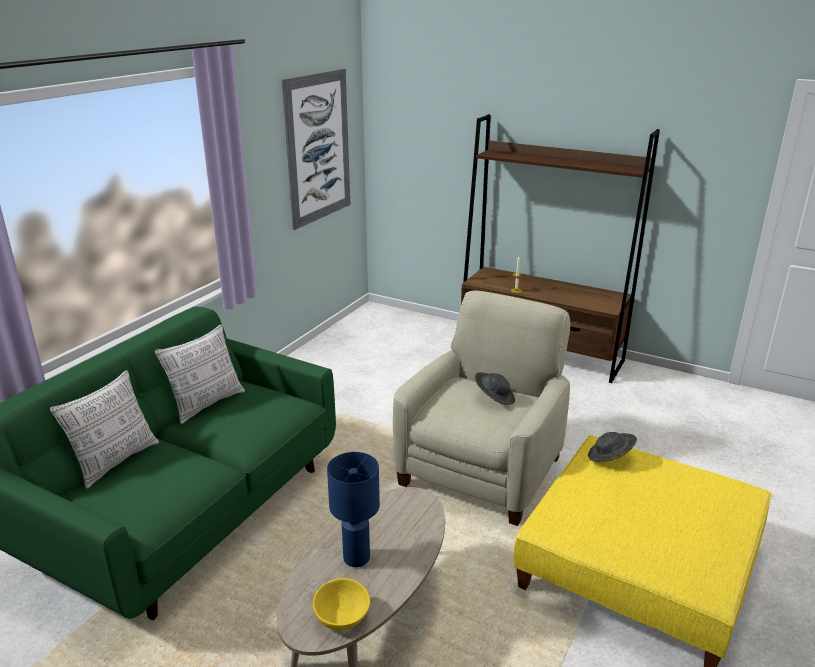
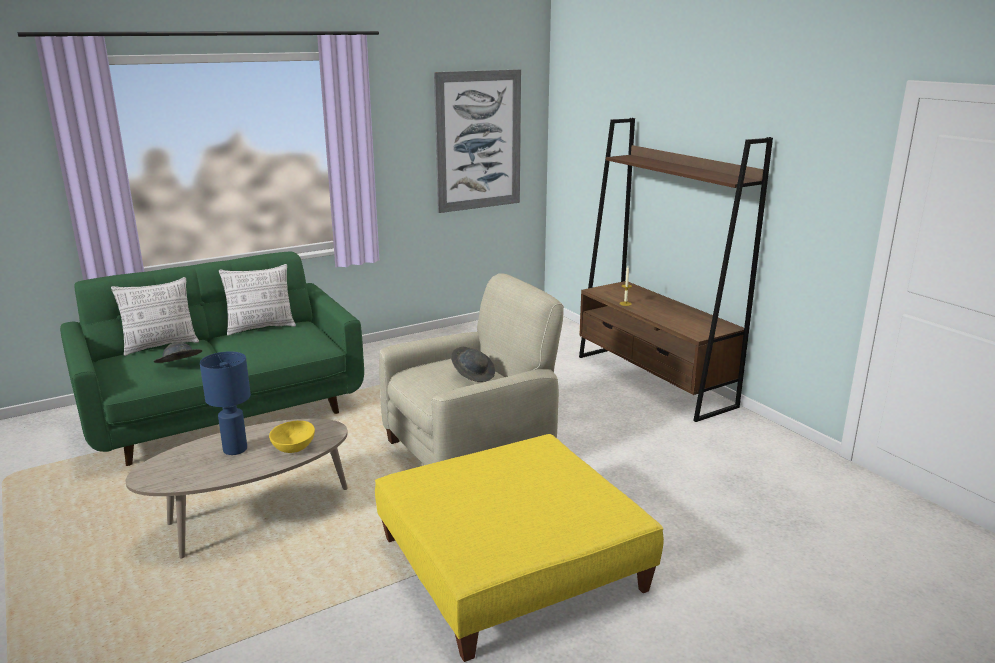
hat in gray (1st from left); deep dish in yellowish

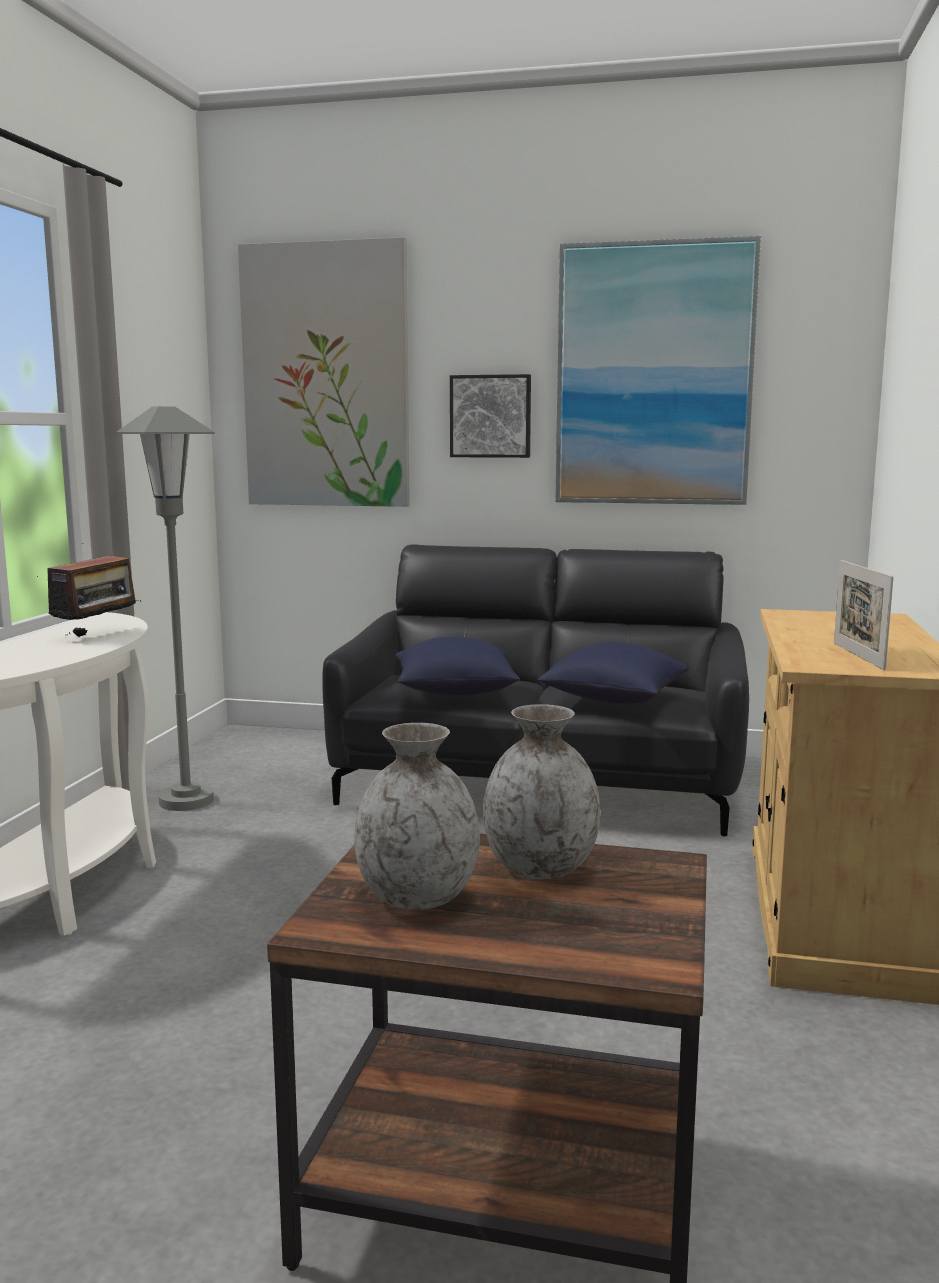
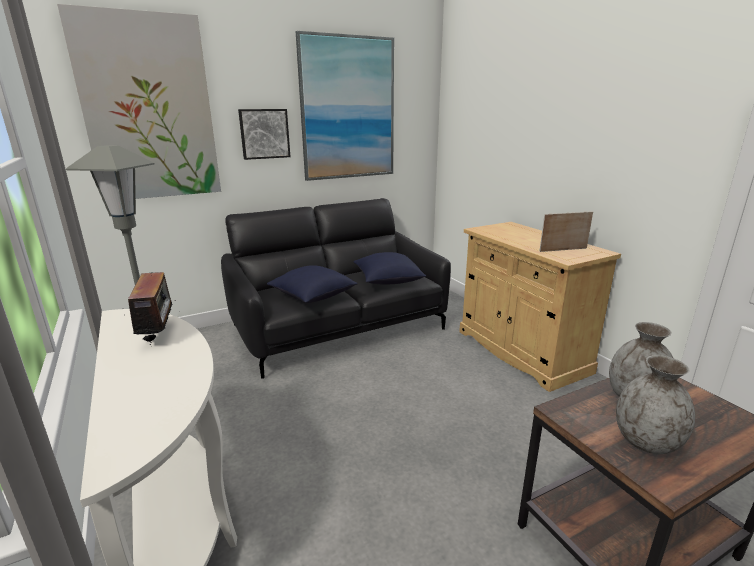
photo frame

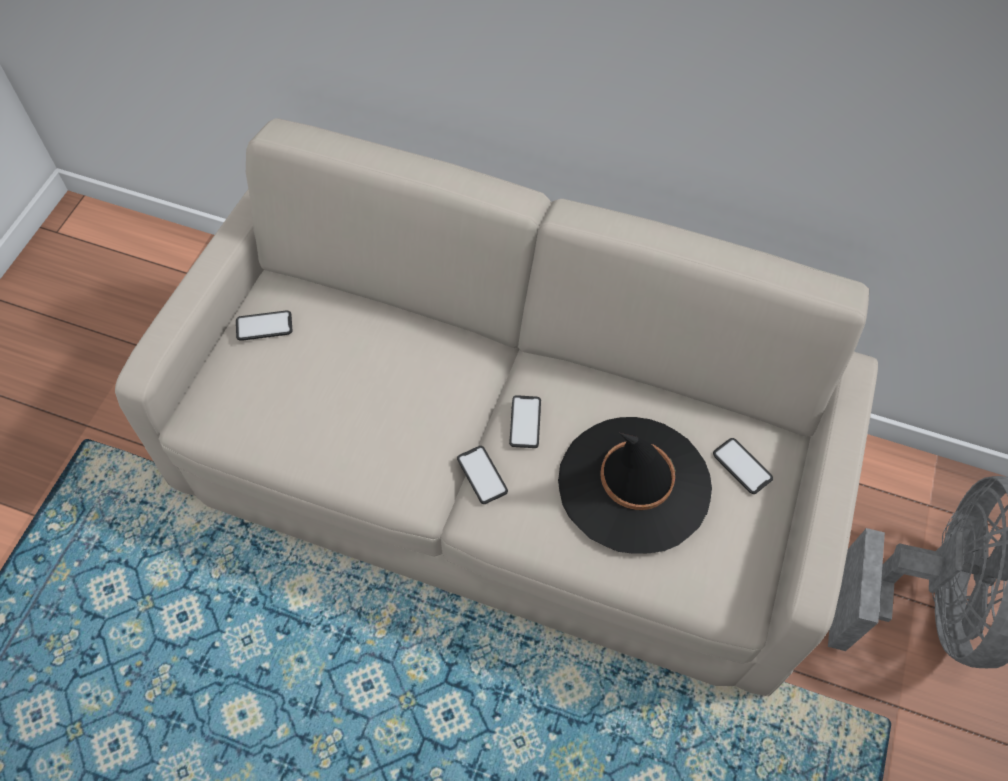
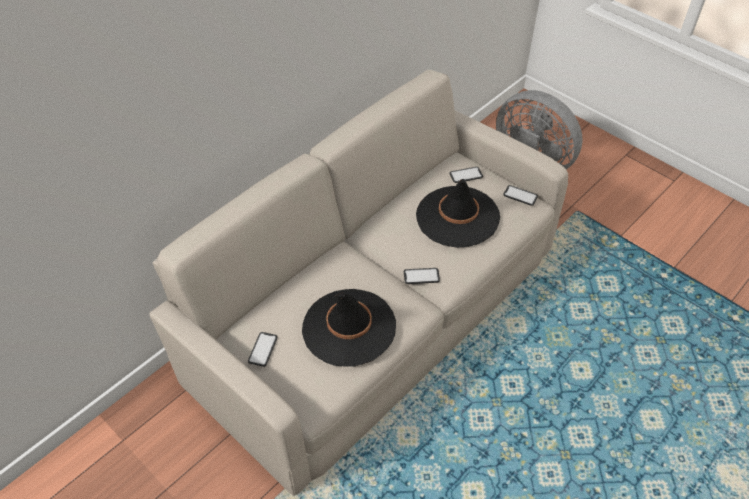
hat in black (1st from left); telephone (4th from left)

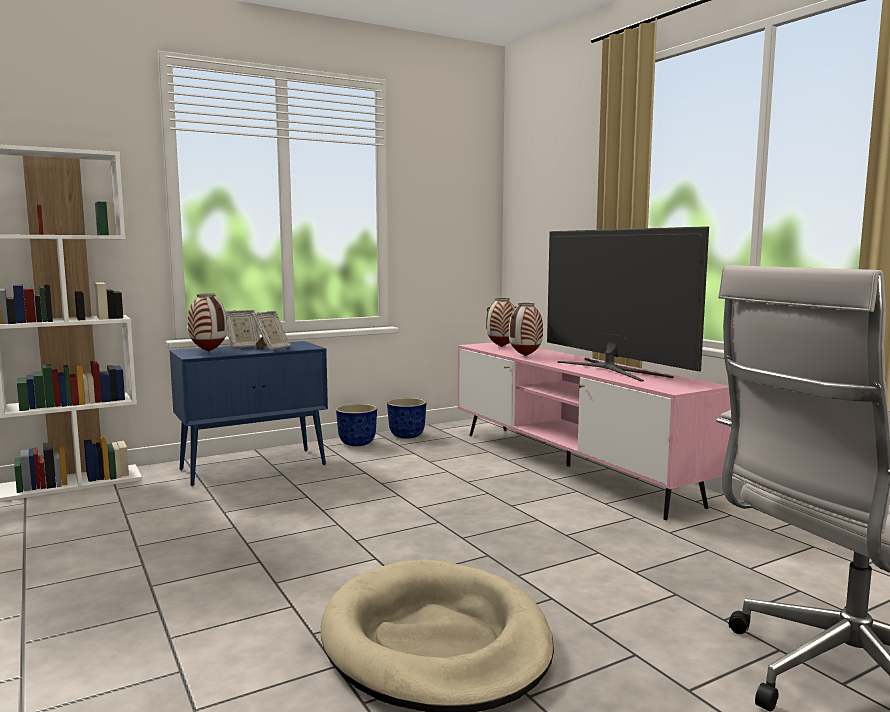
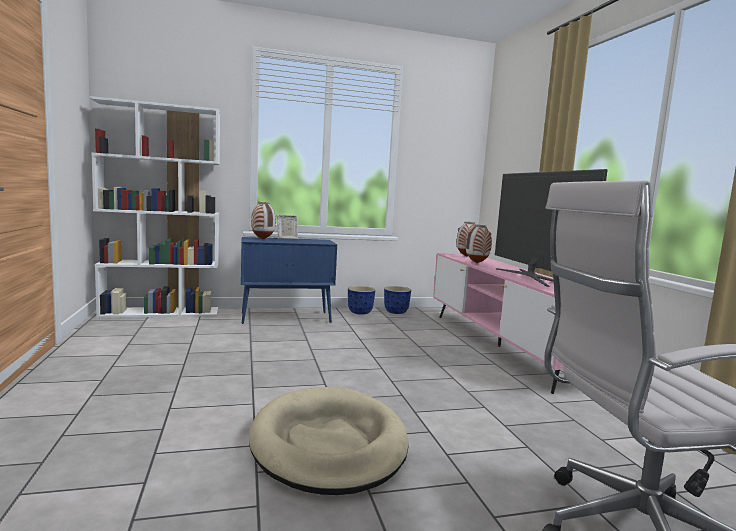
photo frame (2nd from left in the first image)

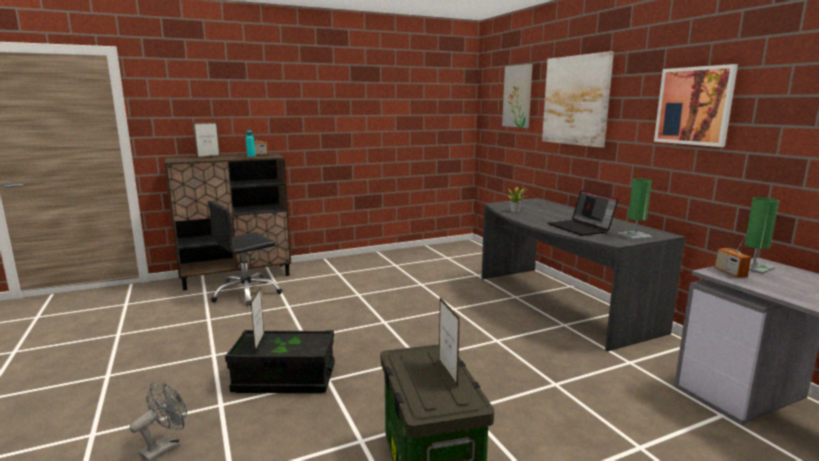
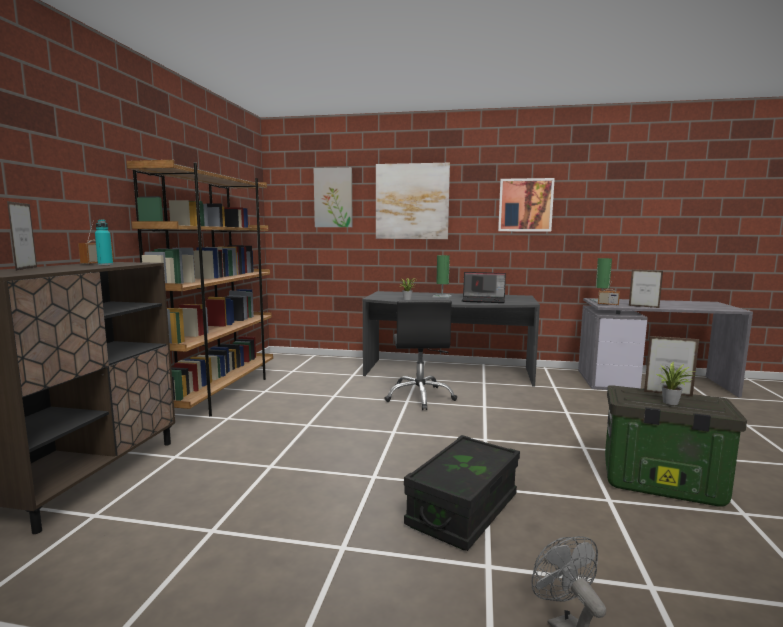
bookcase in brown; desk chair in black; lamp for a table in green (1st from left); photo frame (2nd from left); potted plant (2nd from left)

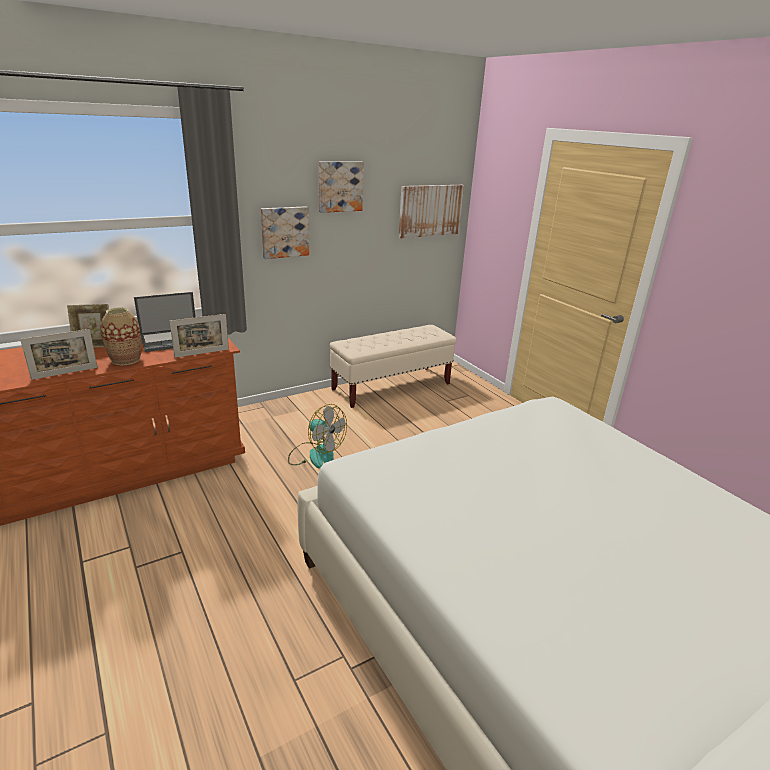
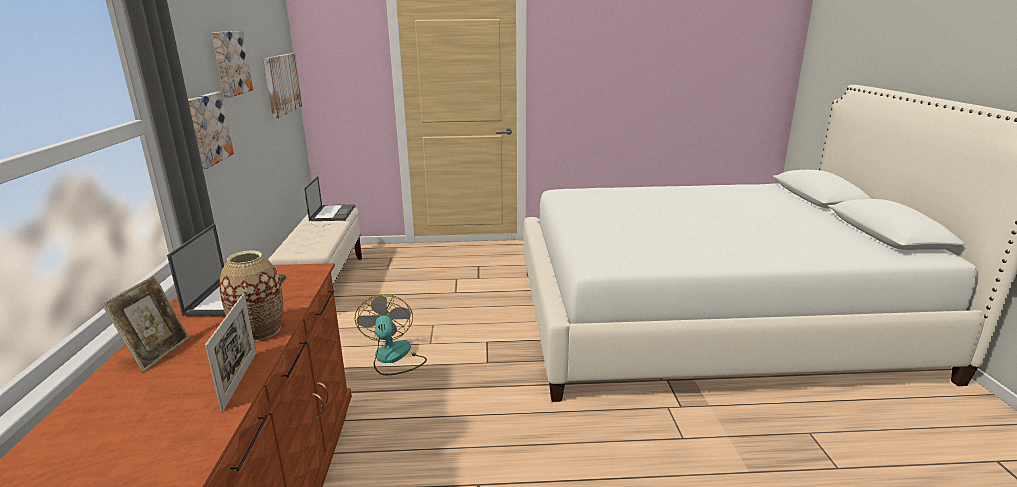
portable computer (2nd from left); electric fan; photo frame (3rd from left in the first image)

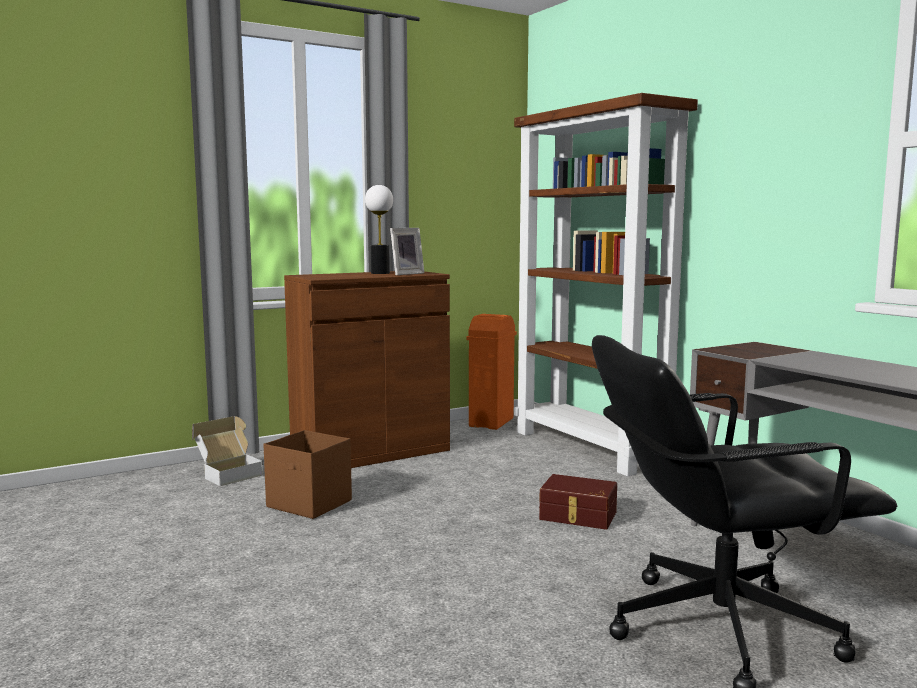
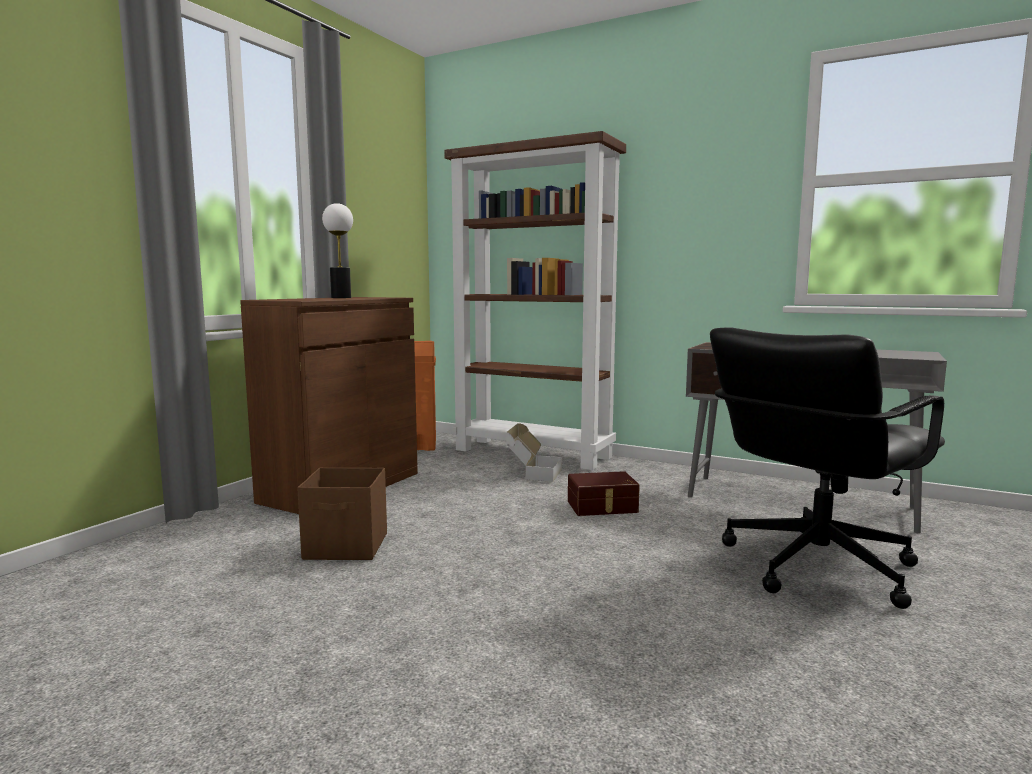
cardboard box; photo frame

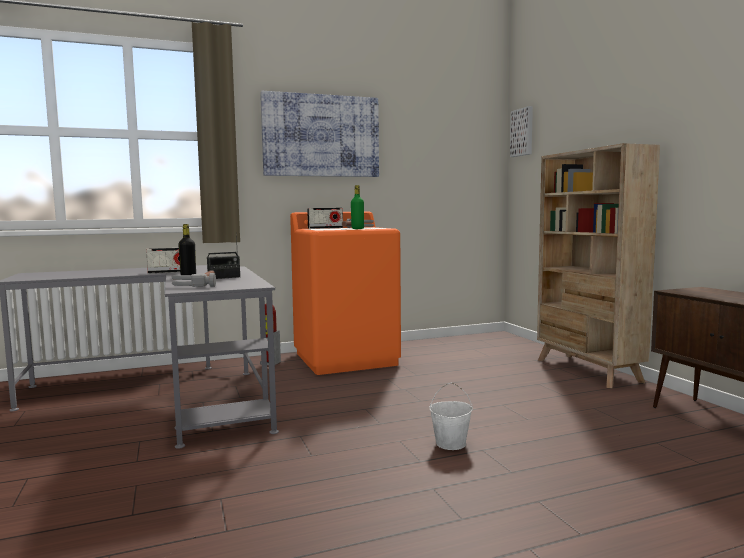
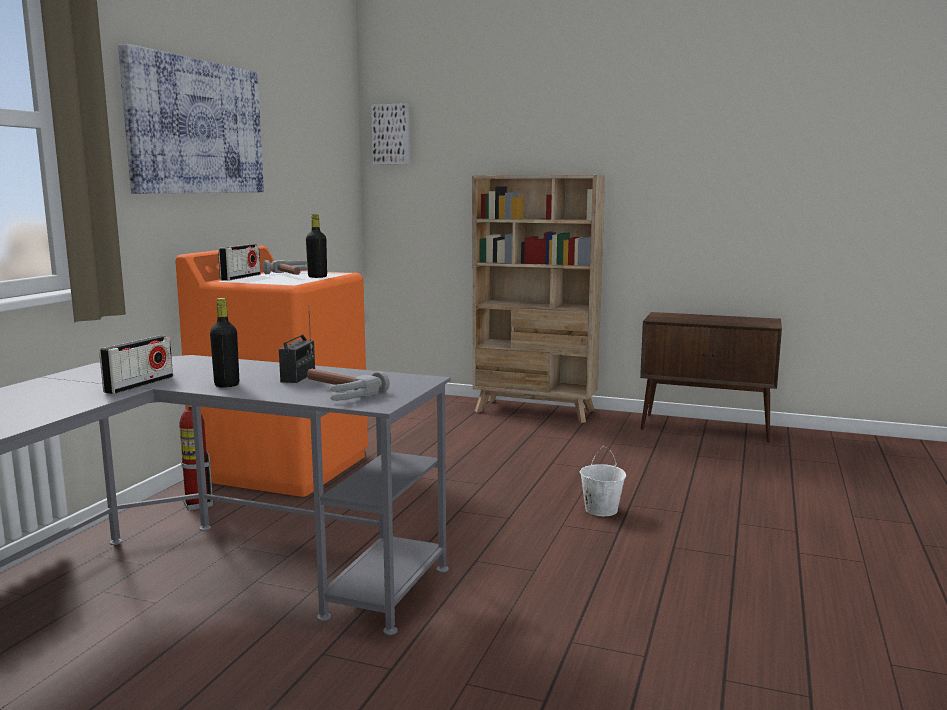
bottle in black (2nd from left)

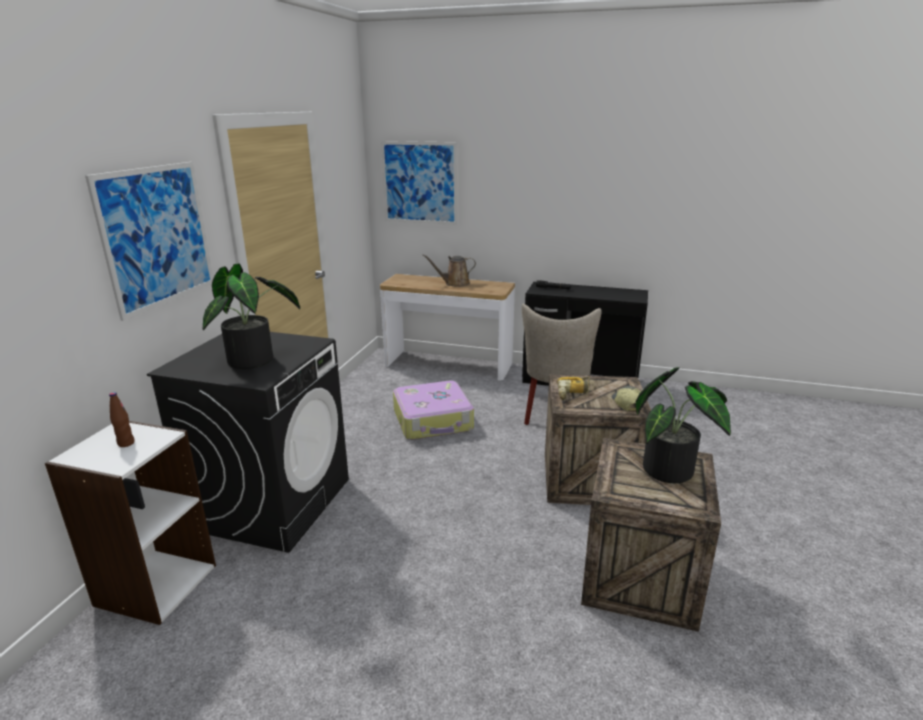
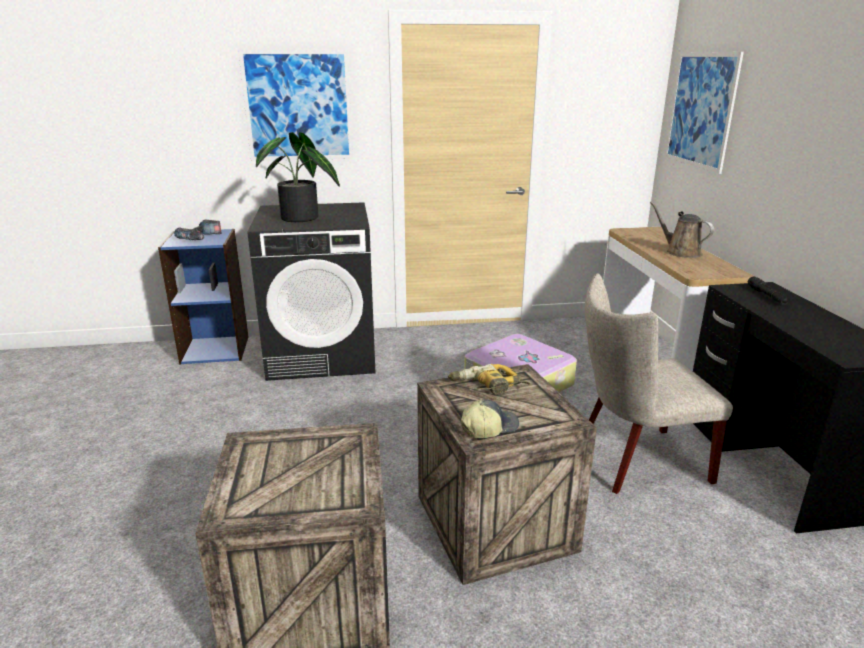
bookcase in bluish; electric drill (1st from left); potted plant (2nd from left in the first image)

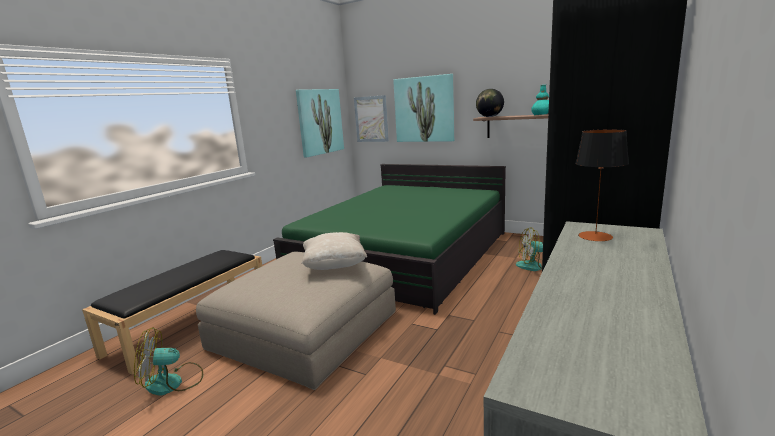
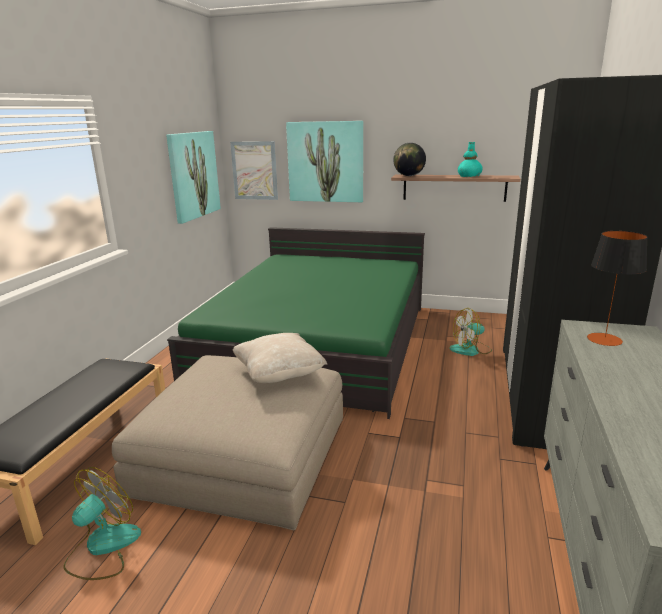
electric fan (1st from left)

